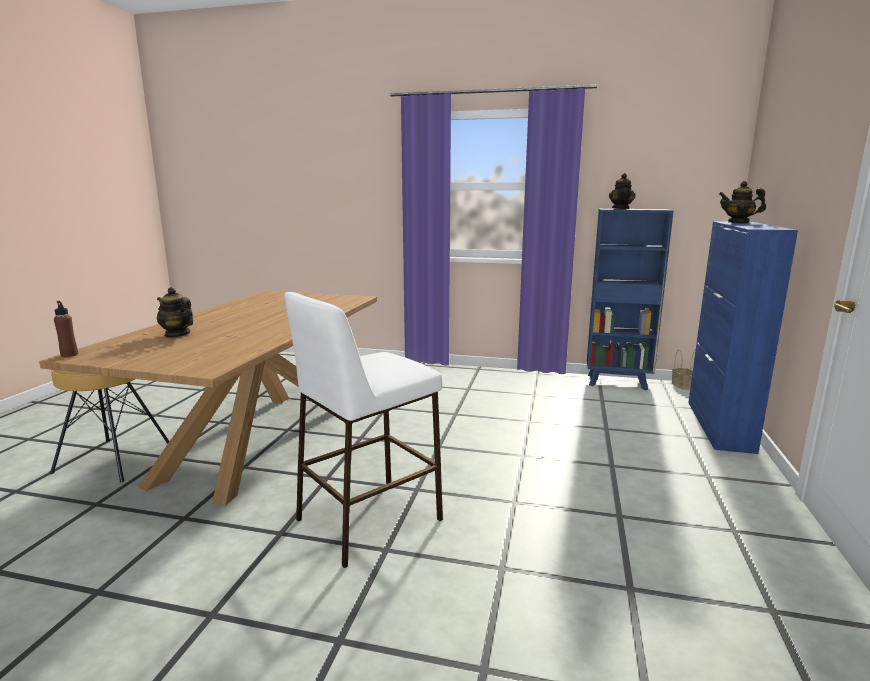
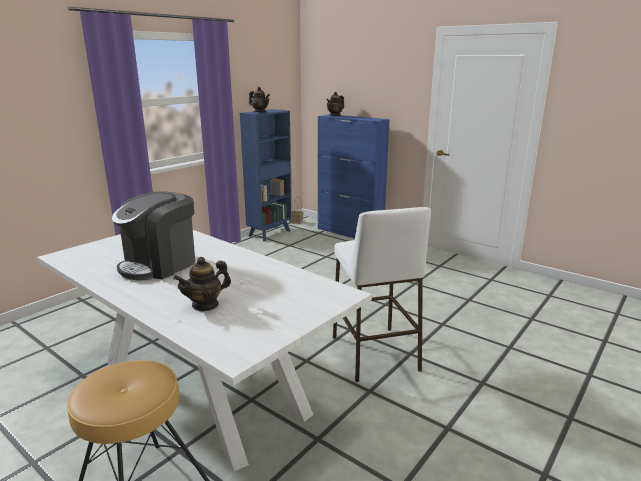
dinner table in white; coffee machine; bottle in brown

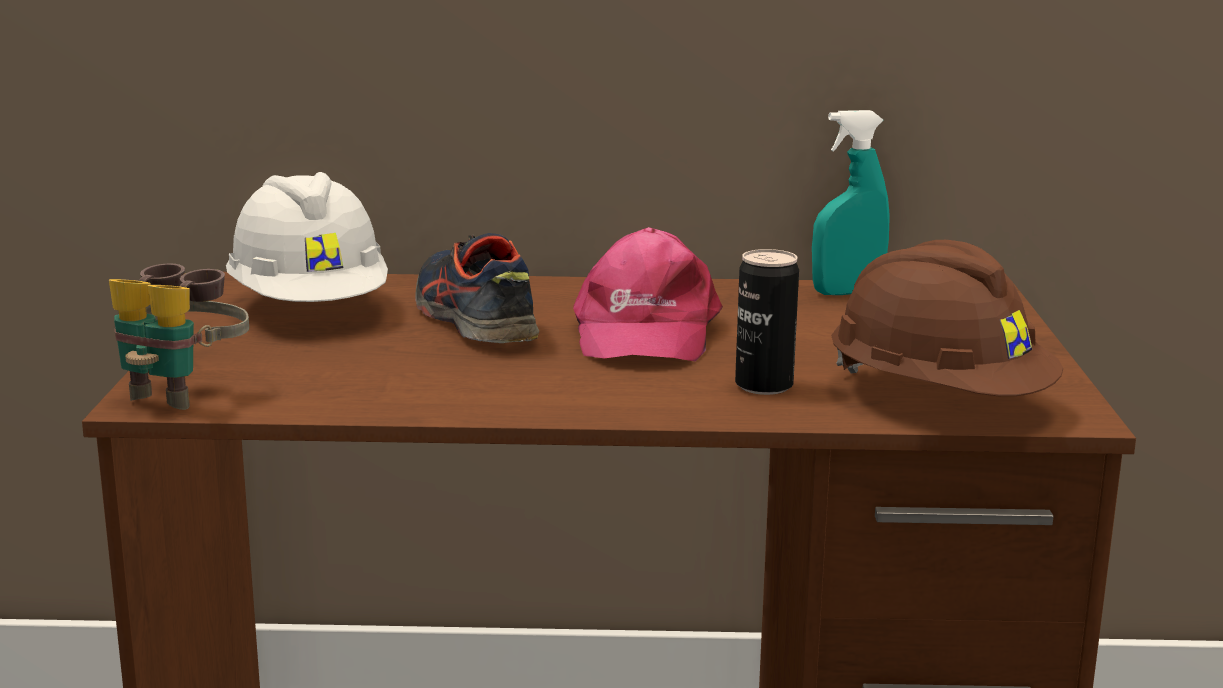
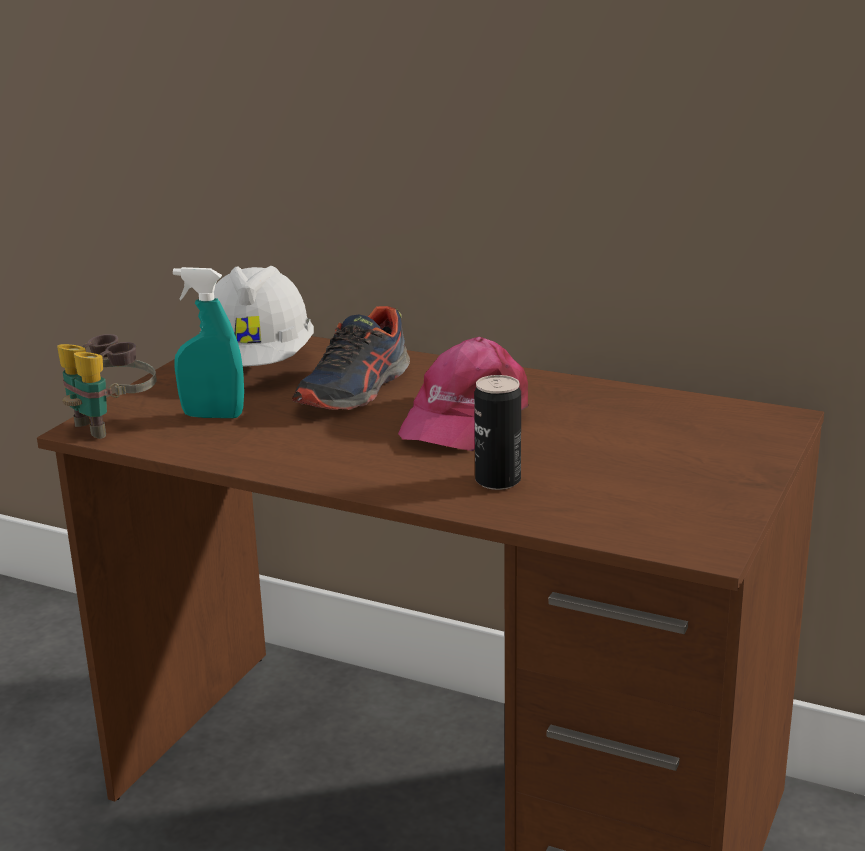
sprayer in turquoise; low shoe; hard hat in brown

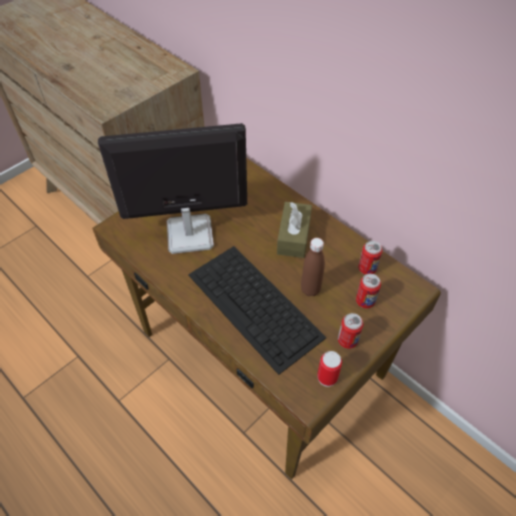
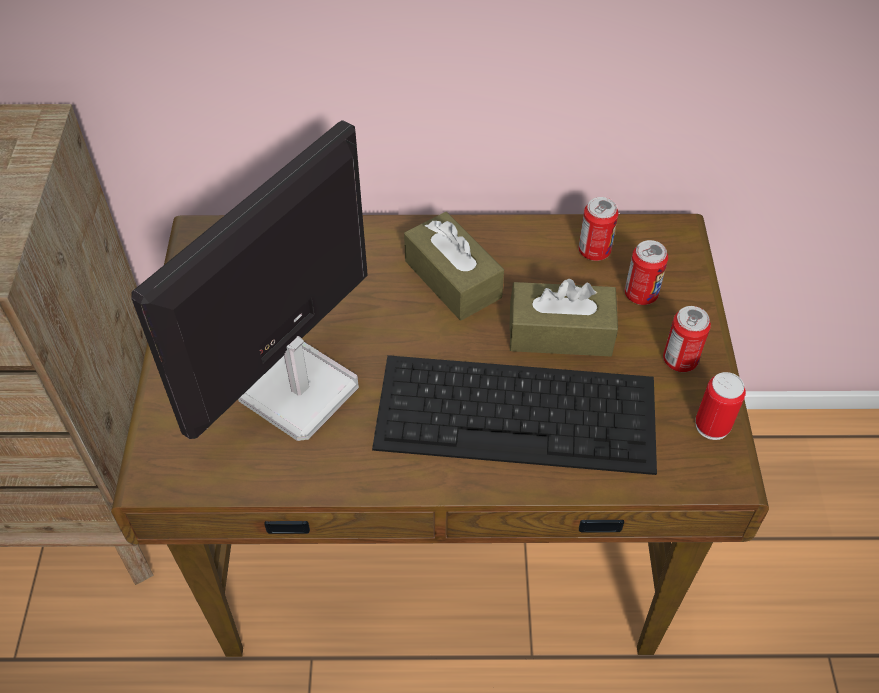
box of tissues in brown (2nd from left)

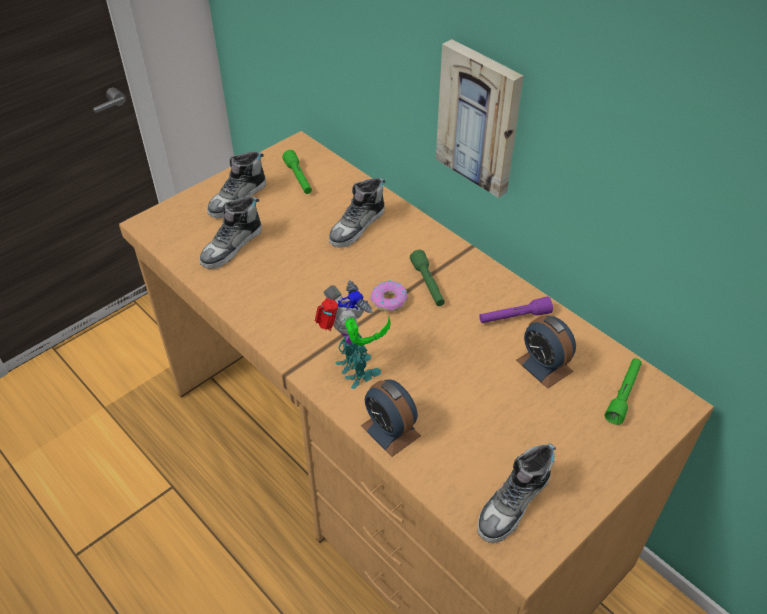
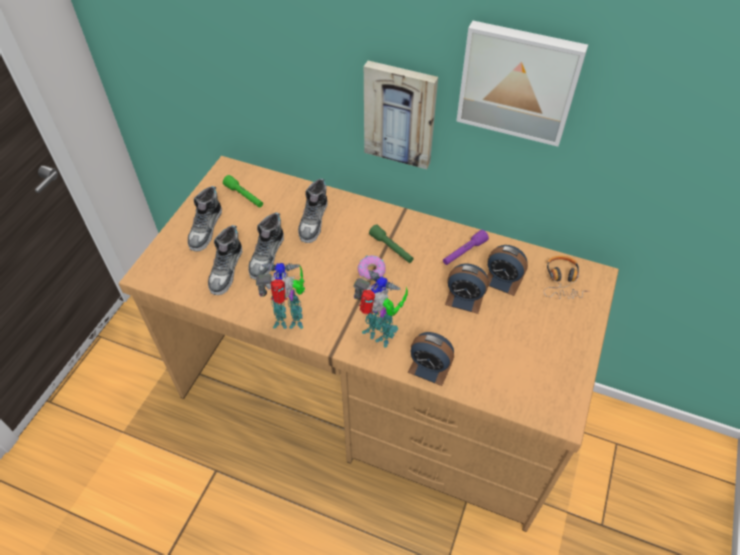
low shoe (3rd from left); model robot (1st from left); table clock (2nd from left); wall art (2nd from left); headset

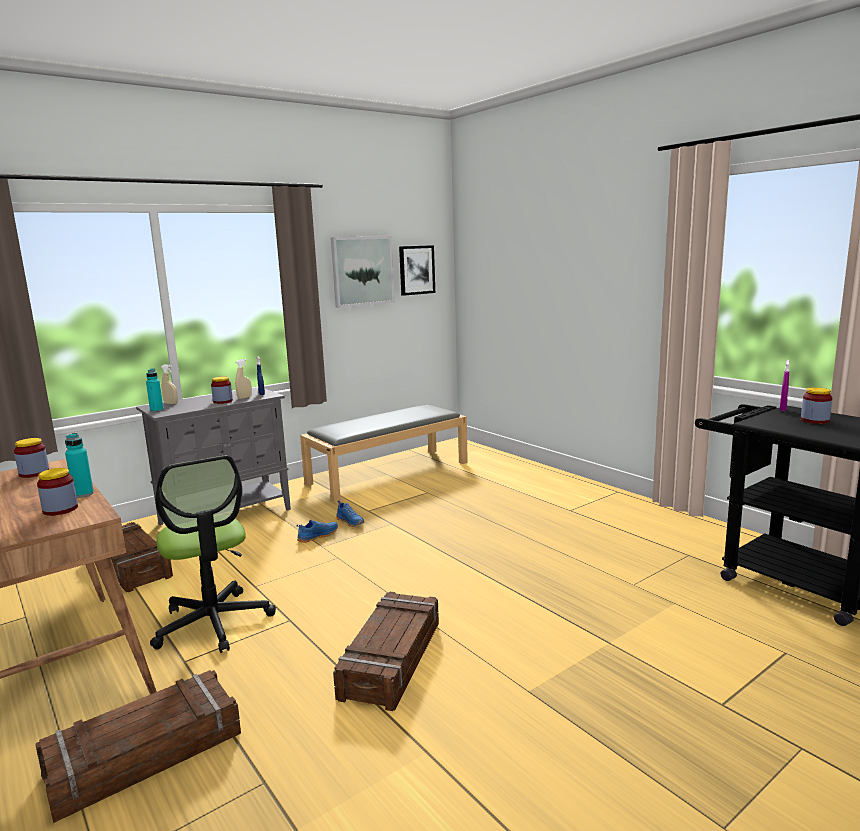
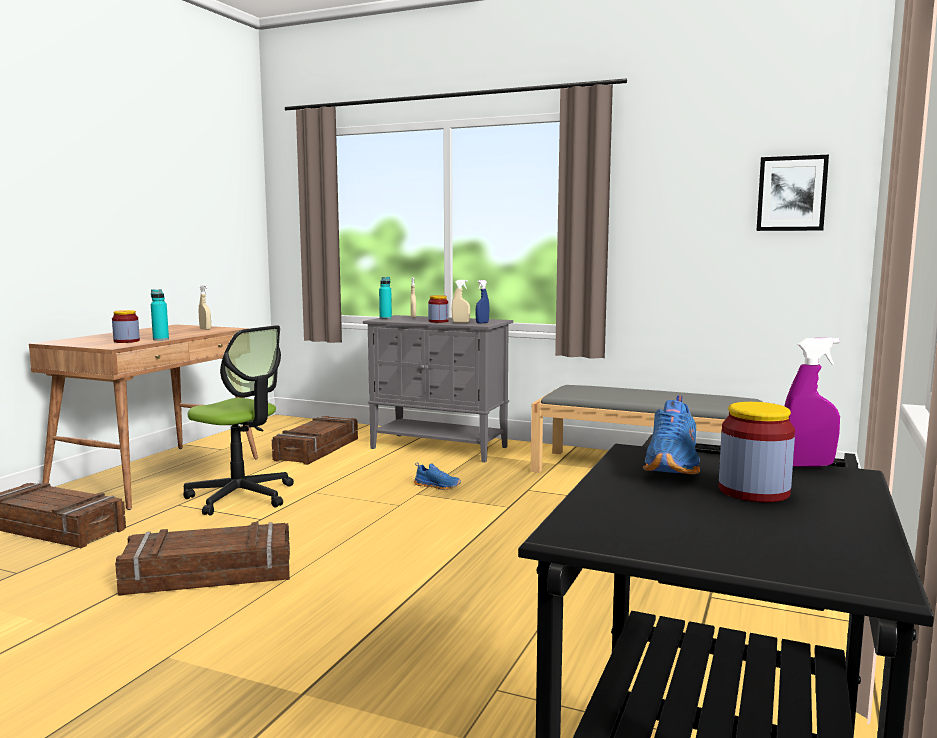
desk chair; sprayer in beige-coloured (1st from left); low shoe in bluish (2nd from left); wall art (1st from left in the first image)

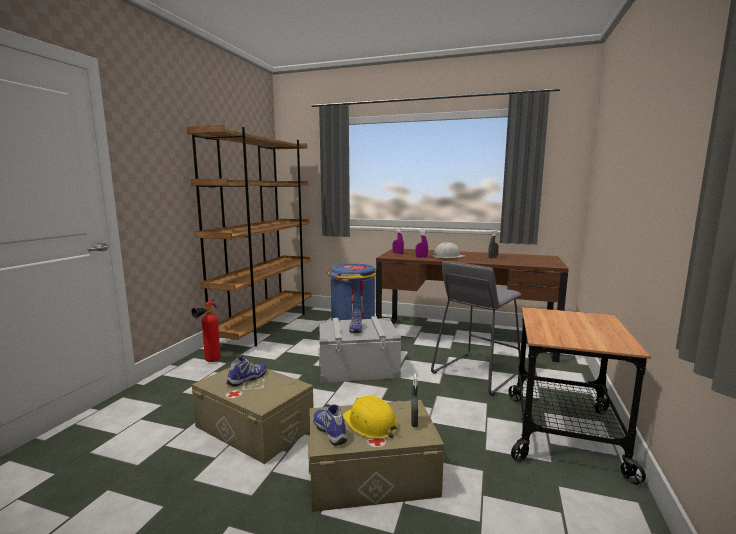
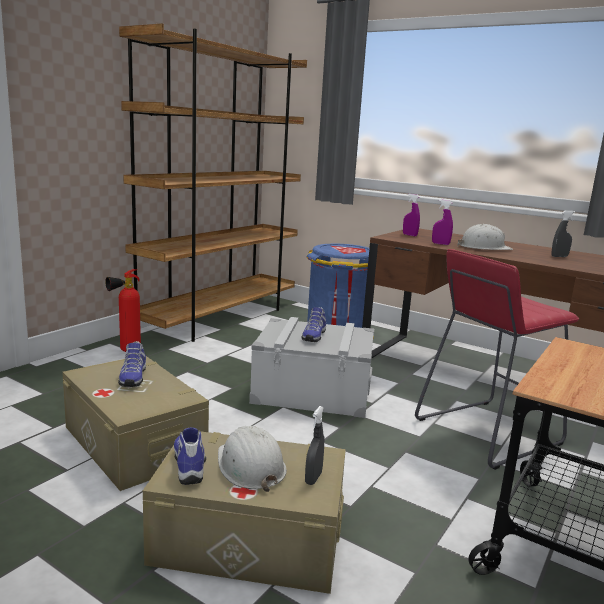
low shoe (1st from left); hard hat in white (1st from left); sitting stool in reddish

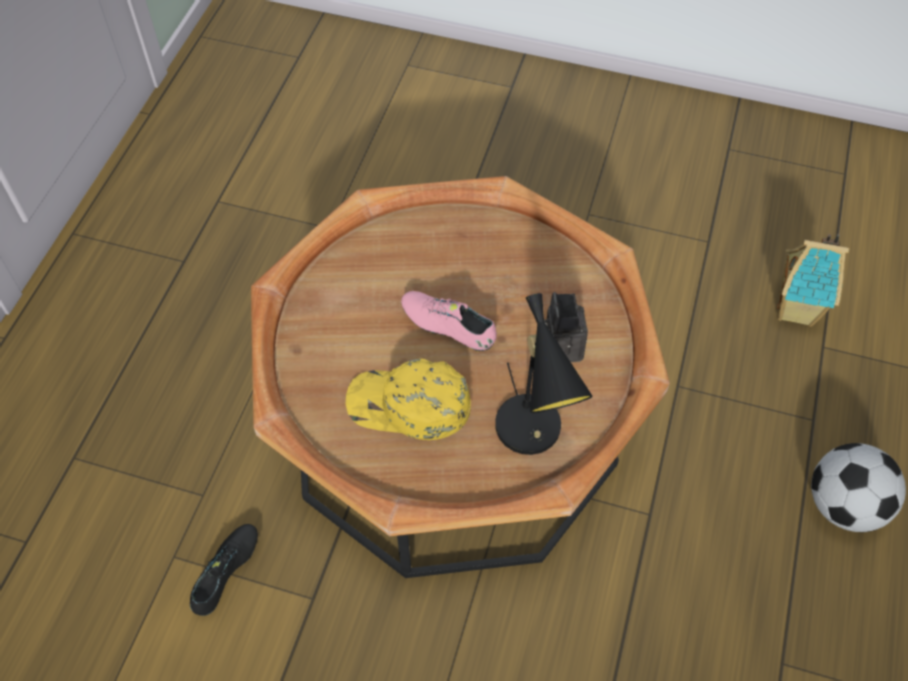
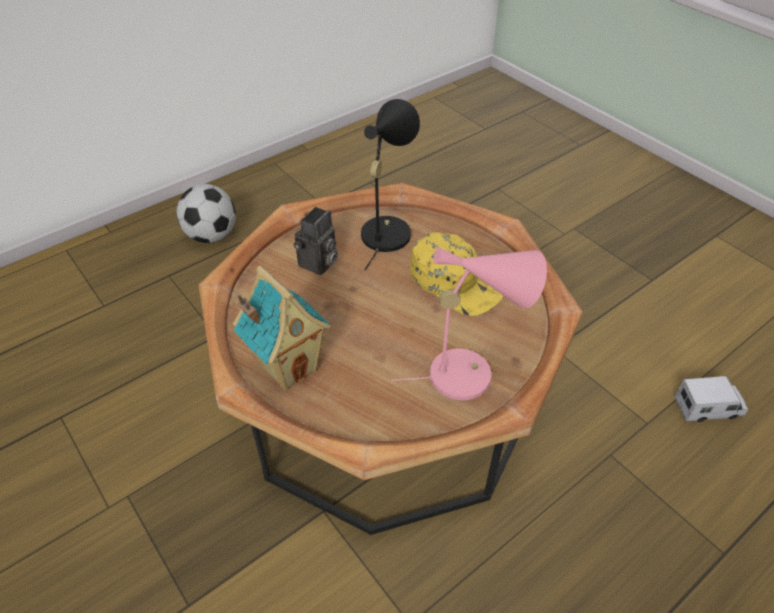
toy house; lamp for a table in pinkish; model truck; low shoe in black; low shoe in pinkish

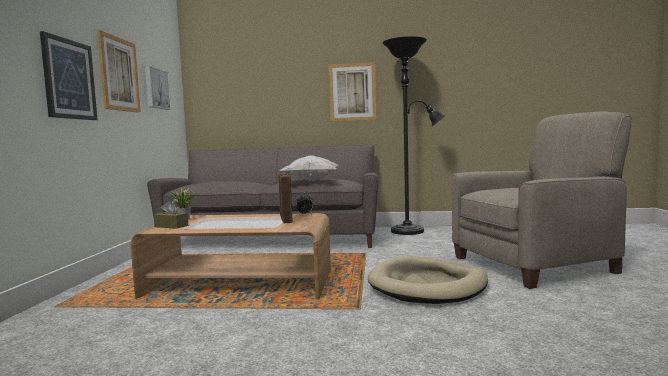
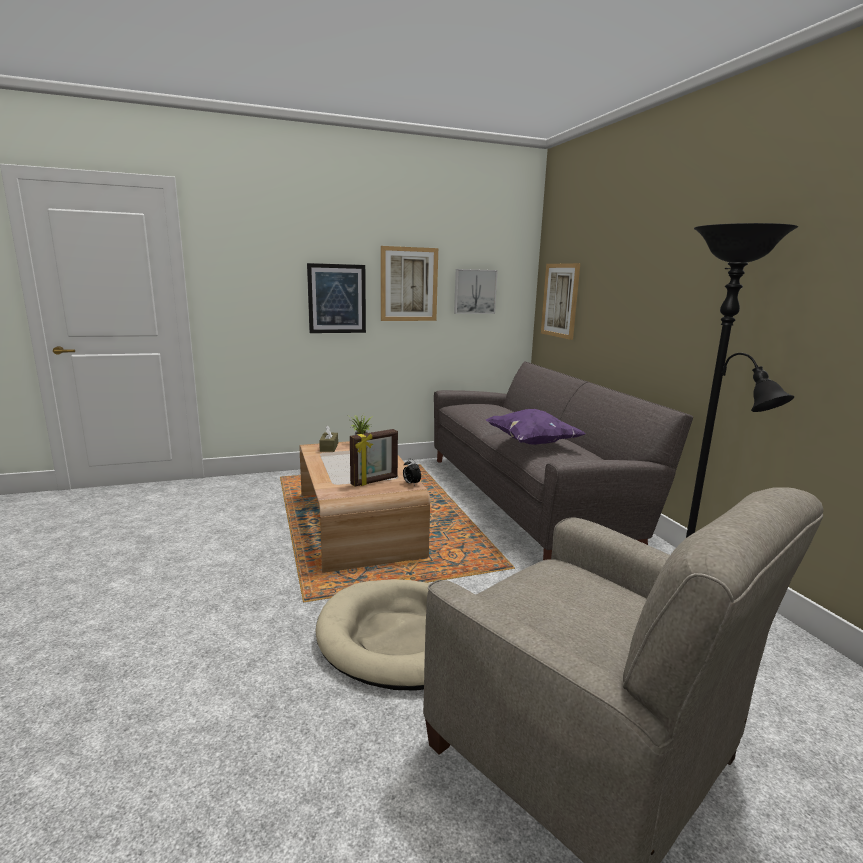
cushion in purple-coloured; wall art (4th from left)

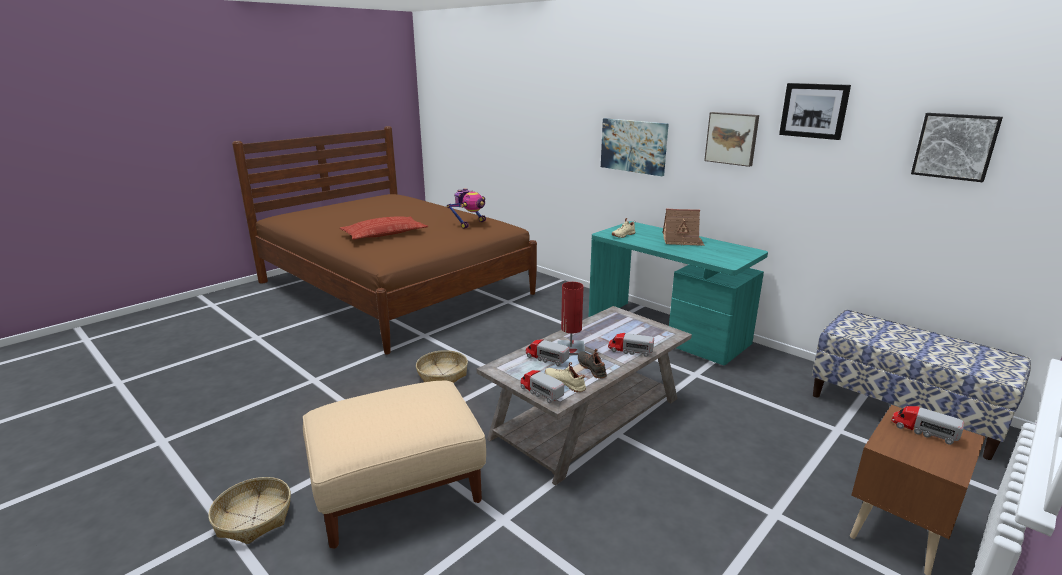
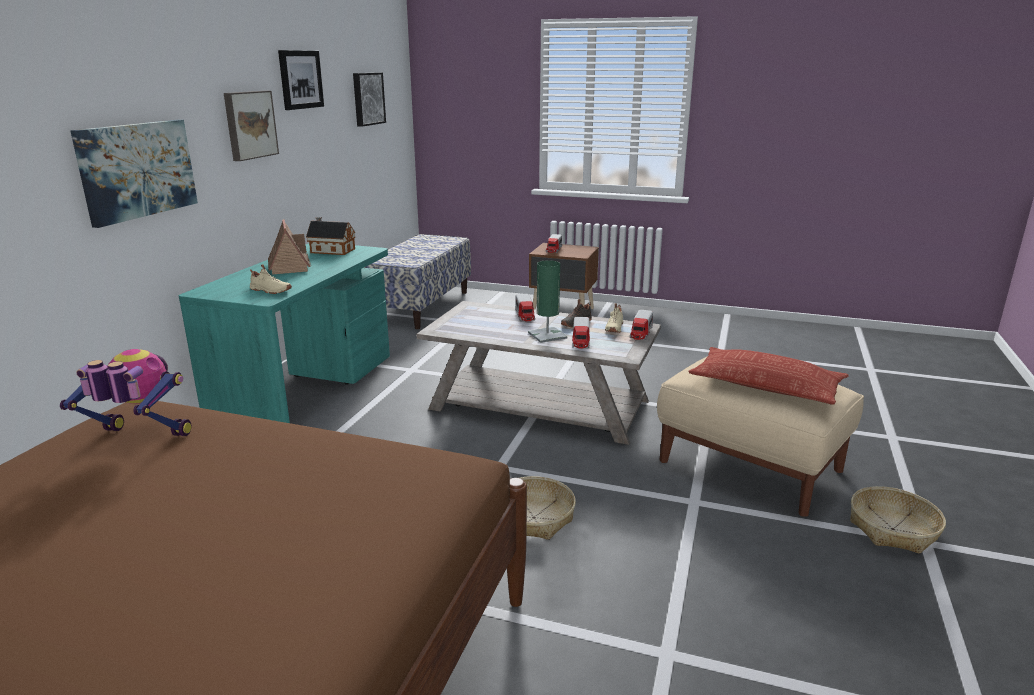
toy house (2nd from left); lamp for a table in green; cushion

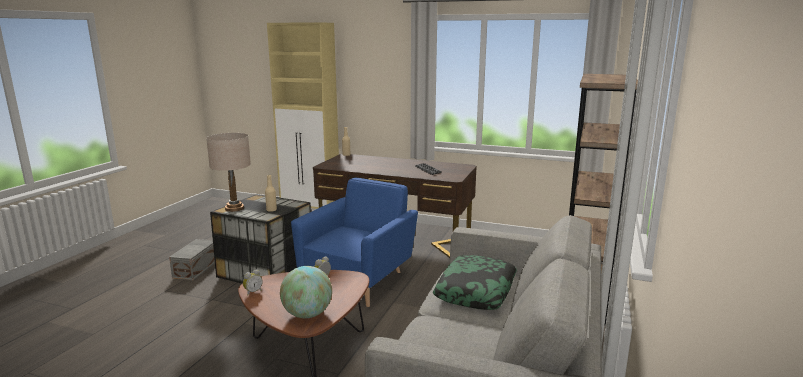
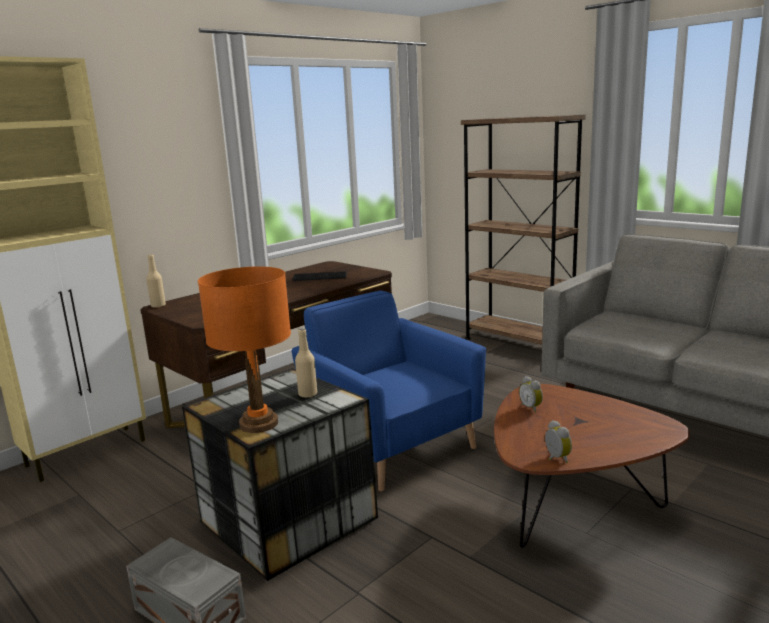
lamp for a table in orangey; desk globe; cushion

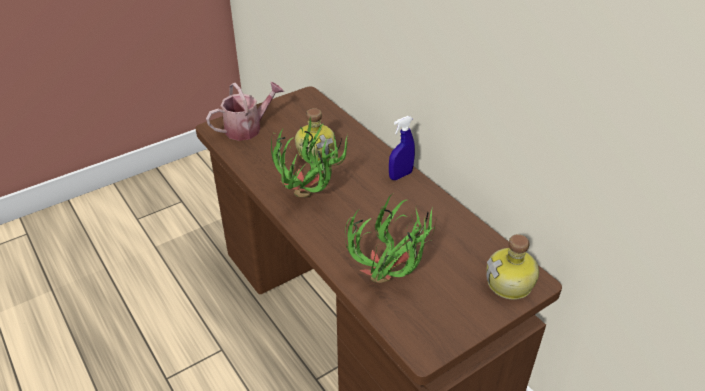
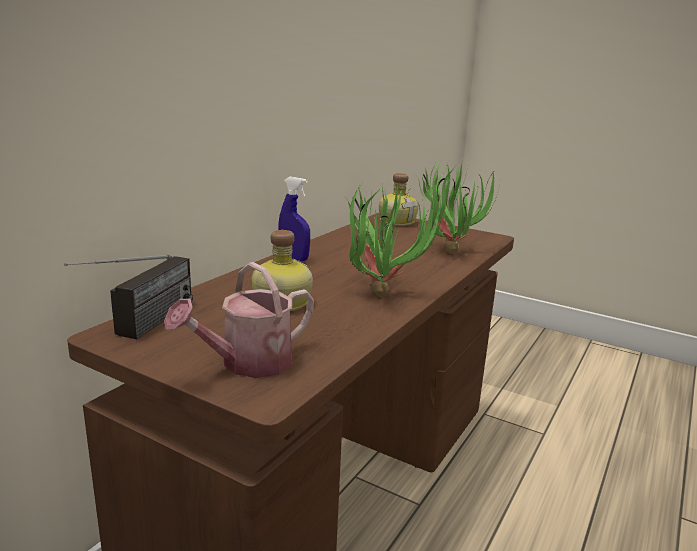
radio receiver; sprinkling can

